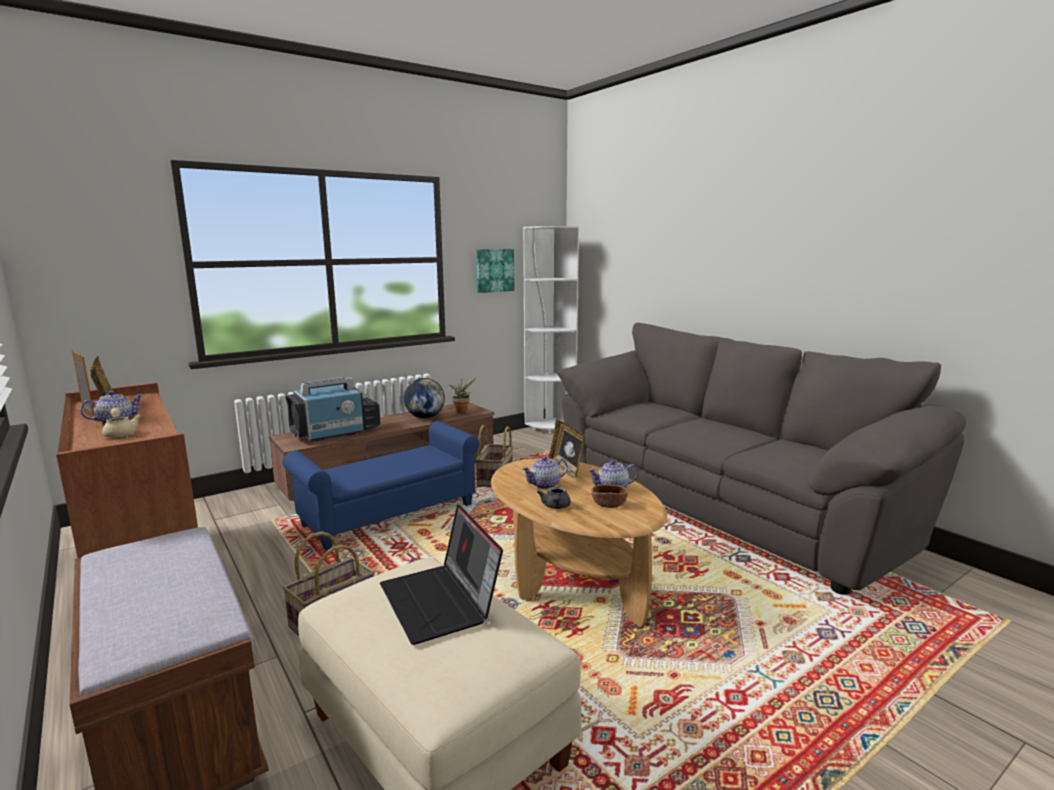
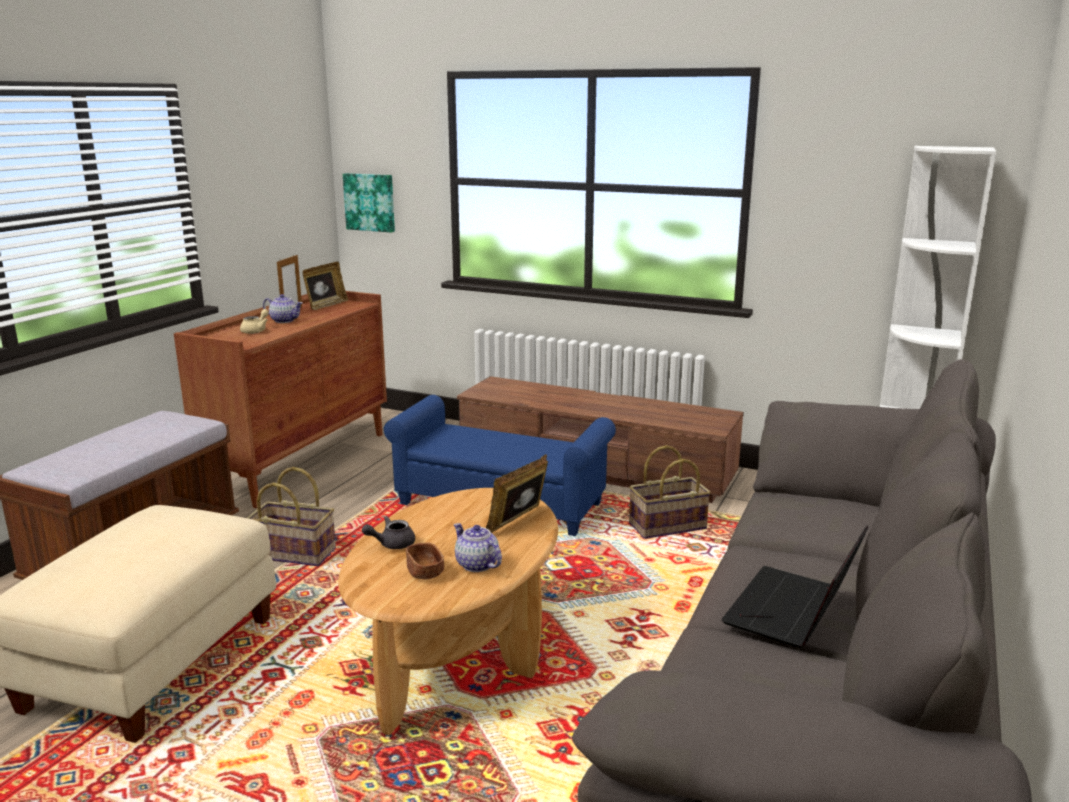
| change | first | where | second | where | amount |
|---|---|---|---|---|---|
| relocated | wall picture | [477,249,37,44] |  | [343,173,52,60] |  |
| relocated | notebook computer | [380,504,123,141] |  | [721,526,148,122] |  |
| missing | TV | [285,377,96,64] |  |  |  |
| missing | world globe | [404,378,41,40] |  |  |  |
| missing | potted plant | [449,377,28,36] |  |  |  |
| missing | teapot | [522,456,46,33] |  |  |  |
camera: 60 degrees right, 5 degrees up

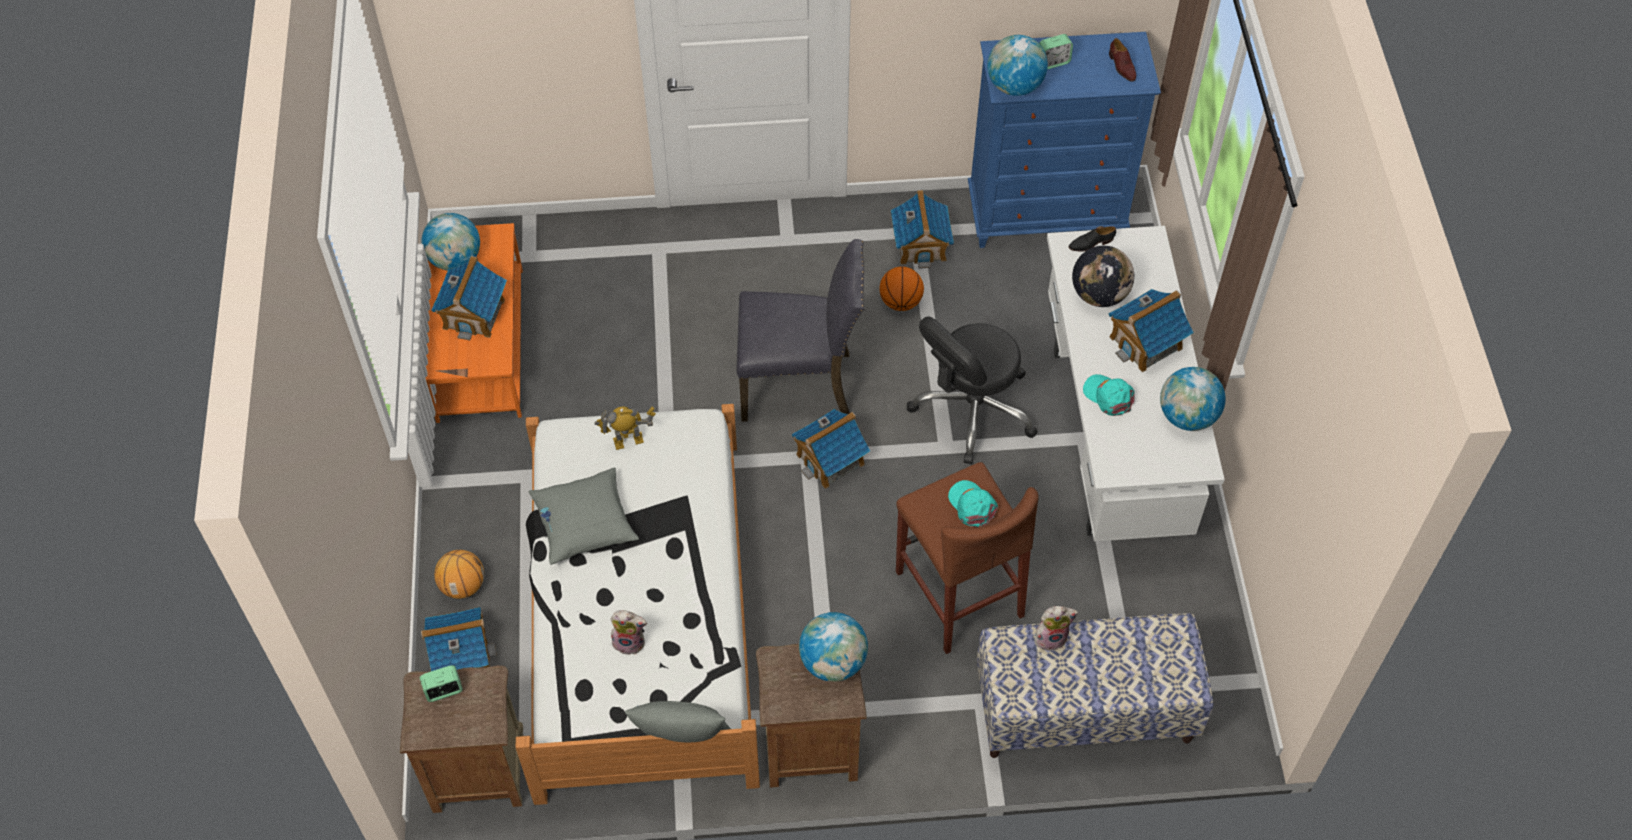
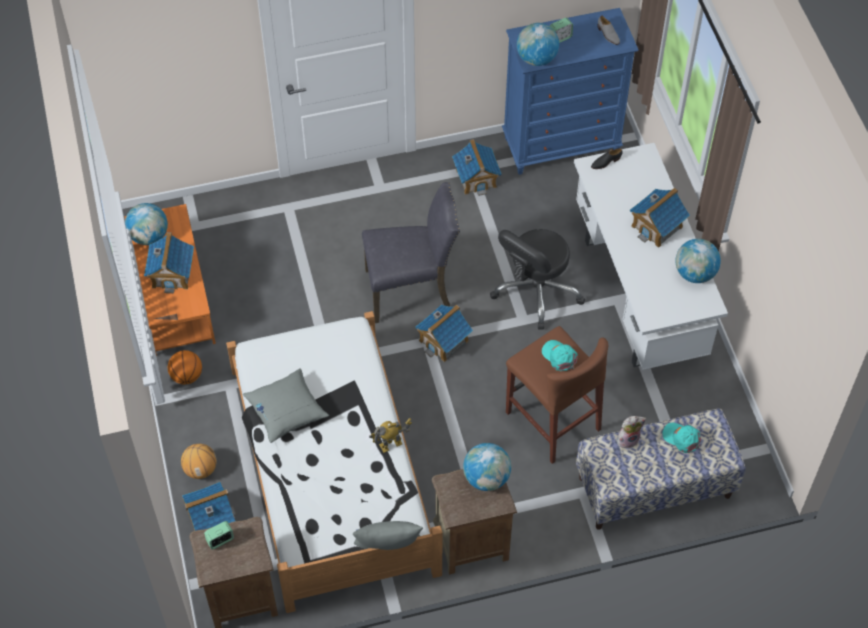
| change | first | where | second | where | amount |
|---|---|---|---|---|---|
| relocated | ball for basketball | [879,267,45,44] |  | [168,350,34,34] |  |
| relocated | toy robot | [595,406,61,44] |  | [369,418,43,35] |  |
| colour | brown-coloured item of footwear | [1109,38,27,44] | gray item of footwear | [597,16,23,29] |  |
| relocated | blue-green peaked cap | [1083,374,52,42] |  | [662,423,39,30] |  |
| missing | soft toy | [610,610,37,45] |  |  |  |
| missing | world globe | [1072,246,62,61] |  |  |  |
camera: 10 degrees left, 0 degrees up

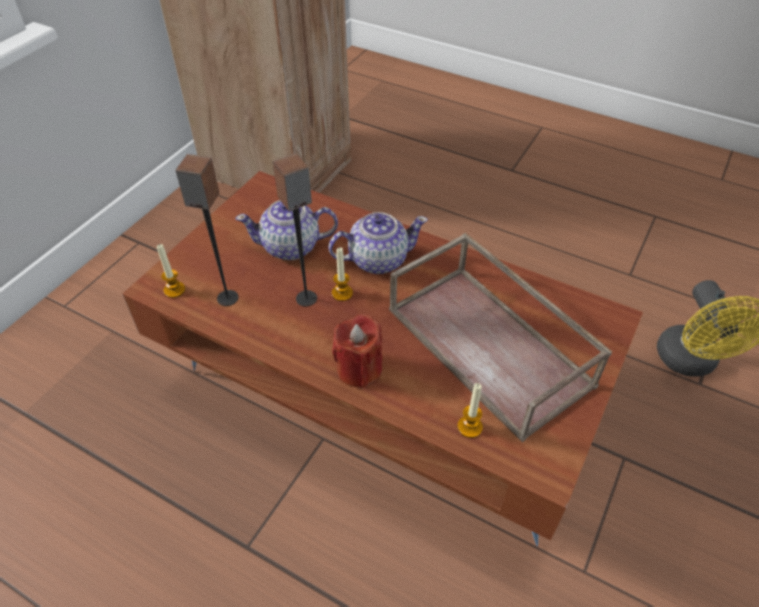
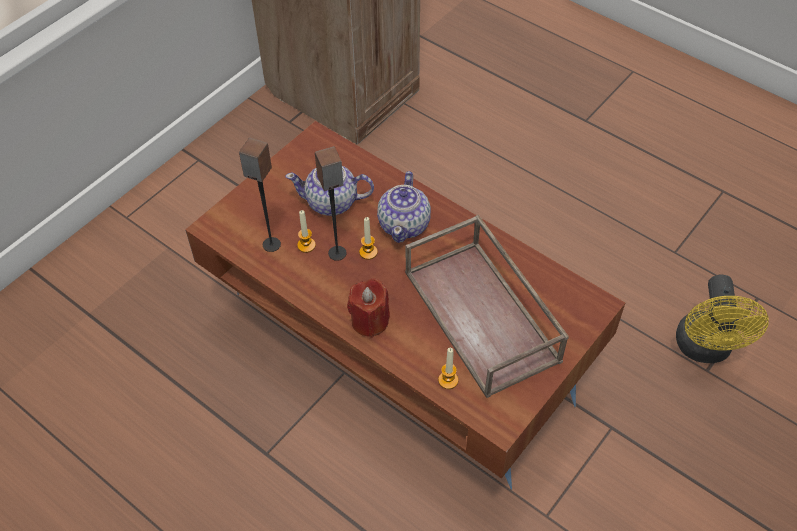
| change | first | where | second | where | amount |
|---|---|---|---|---|---|
| relocated | wax candle | [157,244,28,54] |  | [297,210,19,43] |  |
| spun | teapot | [328,212,100,62] |  | [377,171,54,72] | 105 degrees clockwise |
camera: 10 degrees right, 5 degrees up

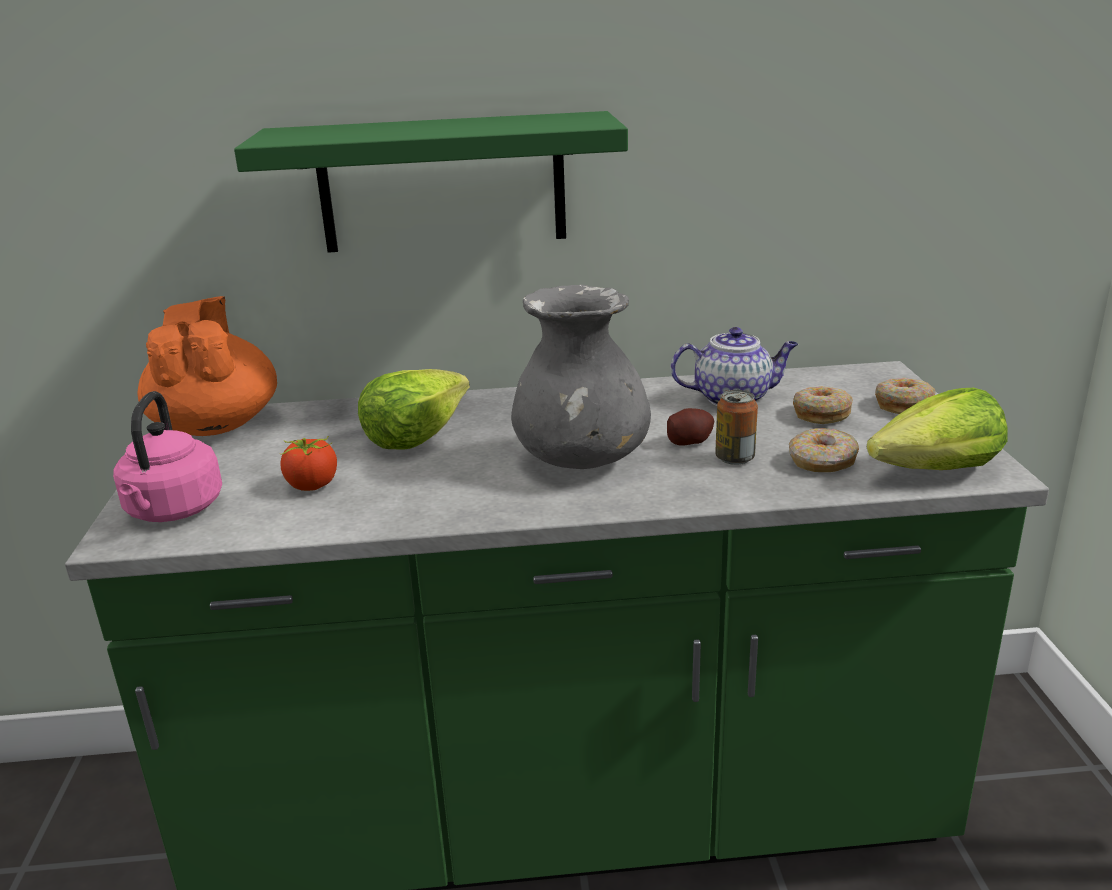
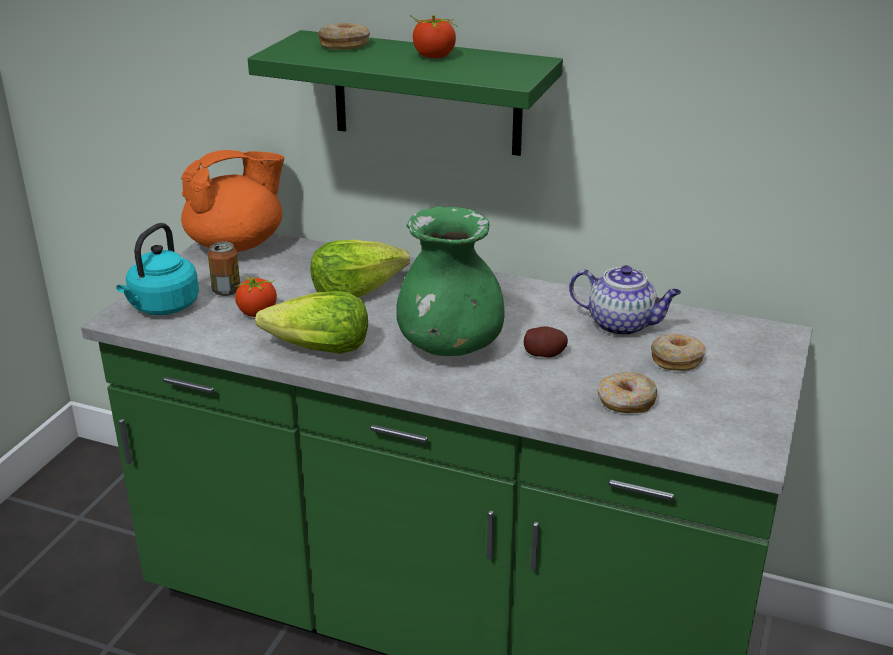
| change | first | where | second | where | amount |
|---|---|---|---|---|---|
| colour | pink-coloured water kettle | [113,391,109,131] | blue-green water kettle | [116,223,83,92] |  |
| spun | orangey teapot | [137,296,140,140] |  | [181,150,103,102] | 45 degrees clockwise |
| relocated | can | [715,390,43,75] |  | [208,241,32,55] |  |
| relocated | lettuce | [867,388,140,82] |  | [255,291,113,63] |  |
| relocated | donut | [875,378,61,36] |  | [318,22,52,28] |  |
| colour | gray decorative vase | [511,285,140,184] | green-coloured decorative vase | [396,206,108,150] |  |
| appeared |  |  | whole tomato | [410,15,47,43] |  |
camera: 25 degrees right, 5 degrees up

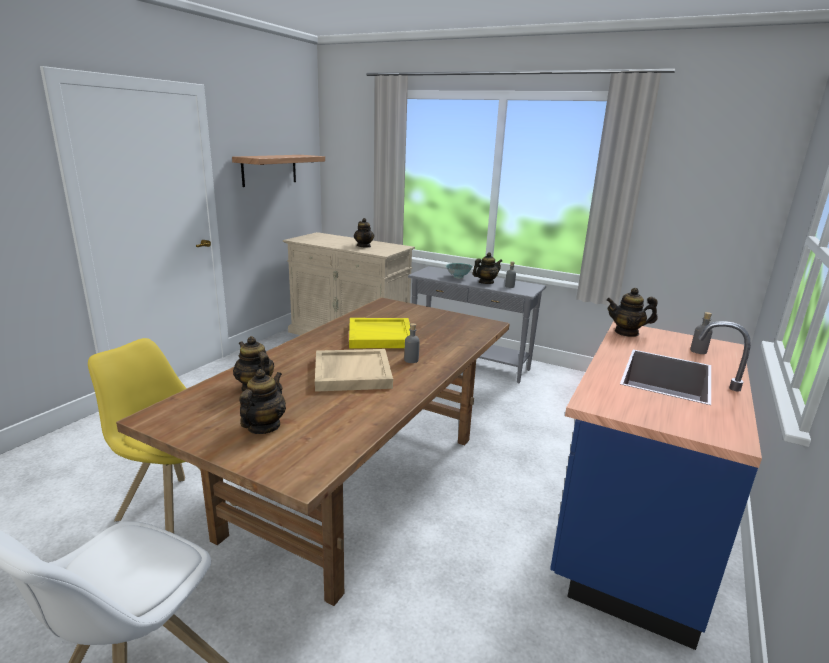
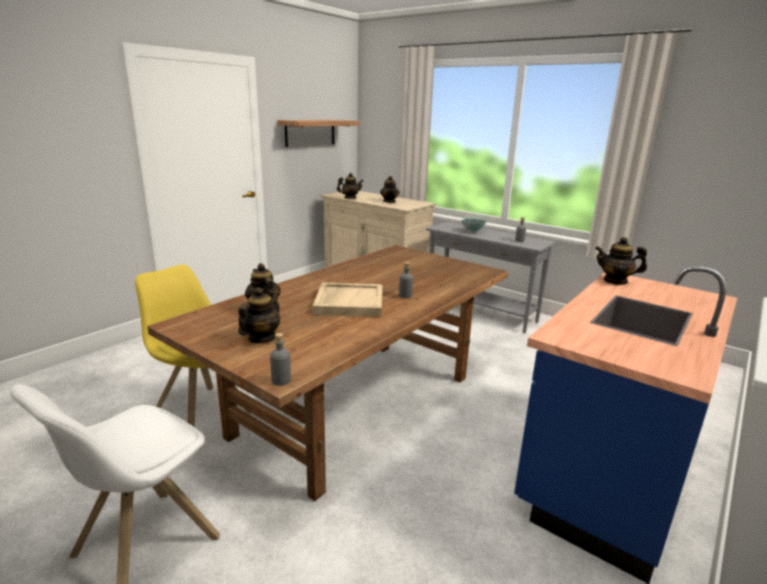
| change | first | where | second | where | amount |
|---|---|---|---|---|---|
| relocated | gray drink bottle | [690,312,23,42] |  | [270,333,21,53] |  |
| relocated | teapot | [472,252,30,32] |  | [337,173,26,26] |  |
| missing | yellow-coloured serving tray | [349,318,61,30] |  |  |  |
camera: 10 degrees right, 0 degrees up

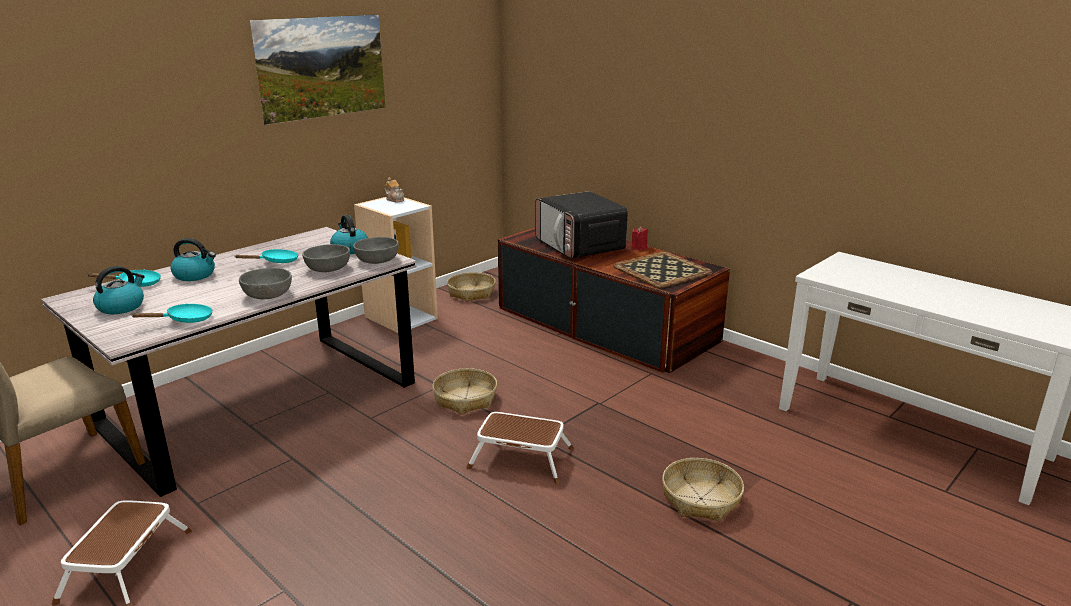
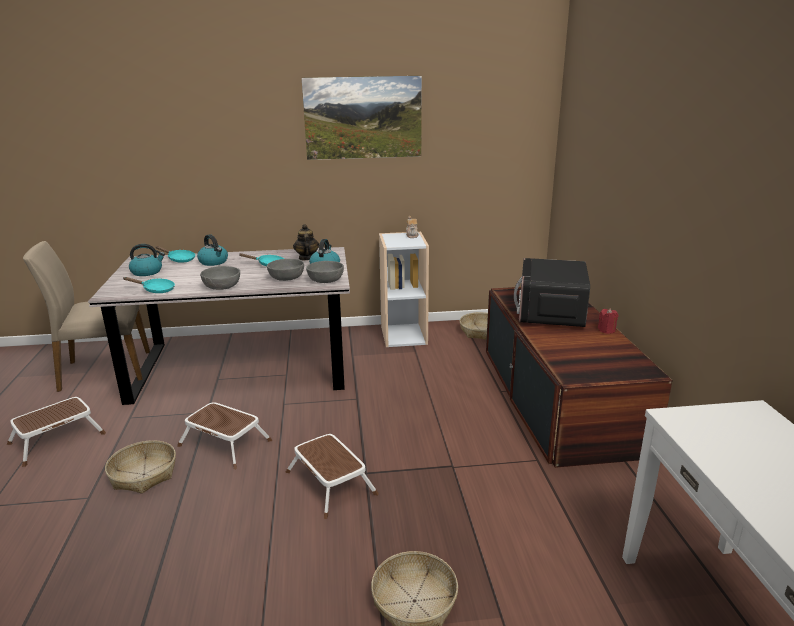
| change | first | where | second | where | amount |
|---|---|---|---|---|---|
| relocated | storage basket | [432,368,65,47] |  | [105,440,71,54] |  |
| appeared |  |  | brown-coloured step stool | [177,402,95,67] |  |
| appeared |  |  | teapot | [293,224,26,36] |  |
| missing | serving tray | [613,252,100,36] |  |  |  |
camera: 40 degrees right, 0 degrees up

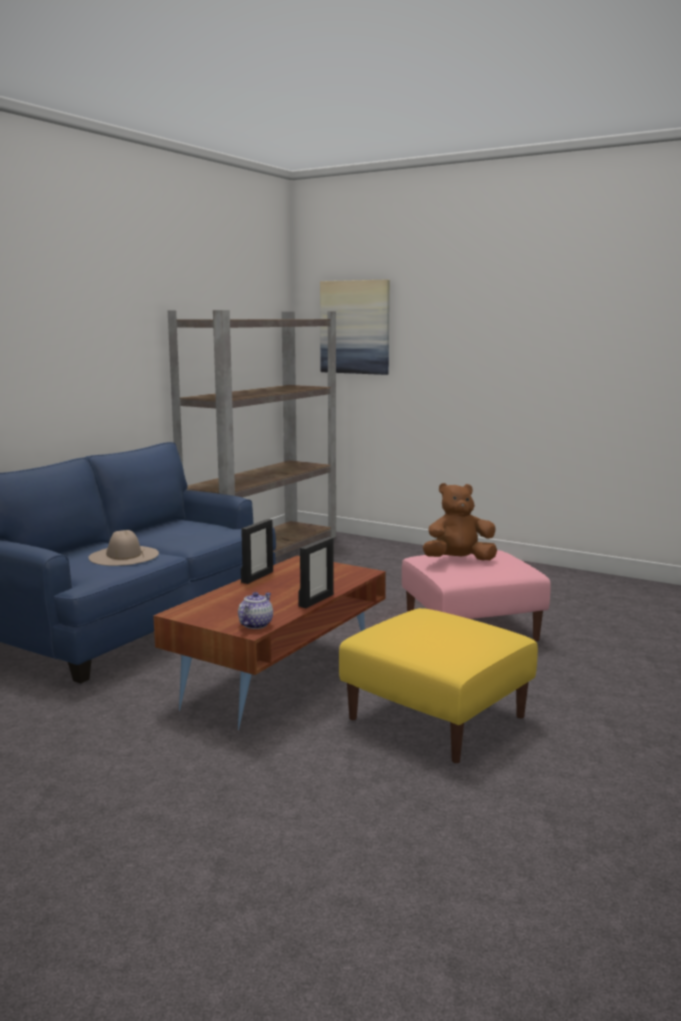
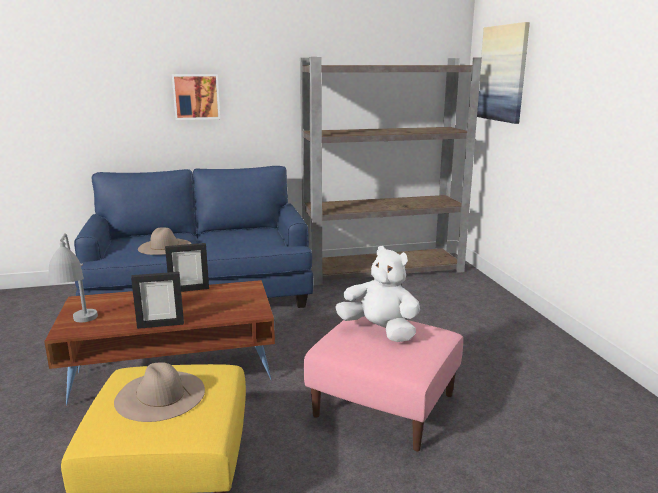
| change | first | where | second | where | amount |
|---|---|---|---|---|---|
| exchanged | teapot | [238,592,35,37] | gray tabletop lamp | [48,233,50,89] |  |
| appeared |  |  | beige-coloured hat | [114,363,91,59] |  |
| appeared |  |  | wall picture | [172,74,48,46] |  |
| colour | brown-coloured soft toy | [423,483,74,78] | whitish soft toy | [336,246,84,96] |  |
camera: 45 degrees right, 5 degrees up

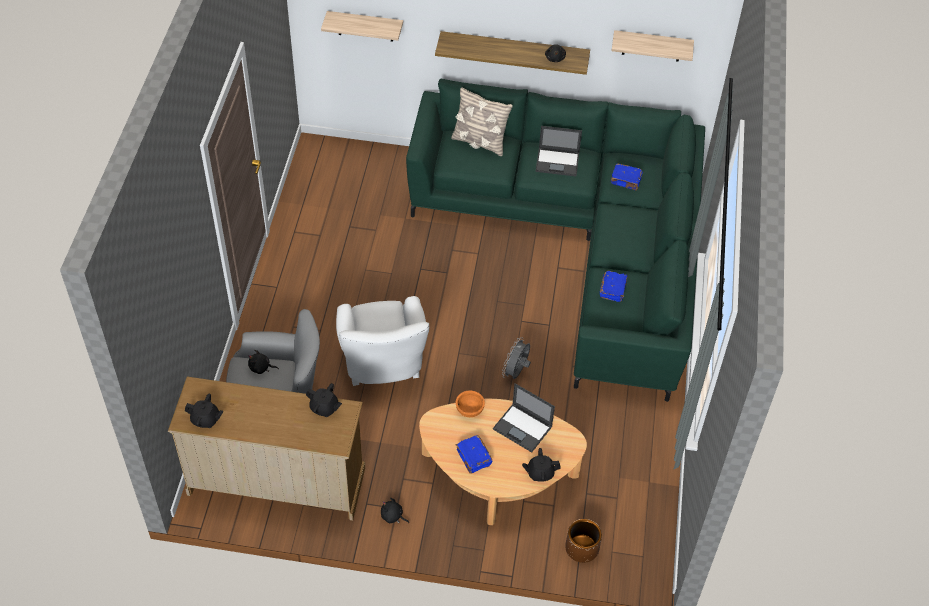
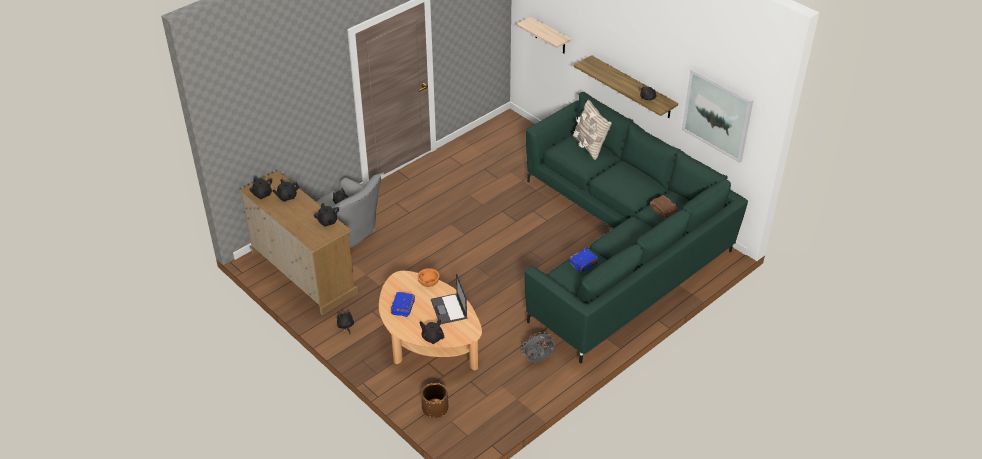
| change | first | where | second | where | amount |
|---|---|---|---|---|---|
| appeared |  |  | black teapot | [272,179,28,23] |  |
| relocated | gray cooling fan | [502,337,29,42] |  | [521,332,34,30] |  |
| colour | blue book | [611,163,32,28] | brown-coloured book | [650,195,27,24] |  |
| exchanged | wall shelf | [612,30,82,32] | wall picture | [682,69,71,94] |  |
| missing | whitish armchair | [336,296,93,90] |  |  |  |
| missing | notebook computer | [536,126,46,50] |  |  |  |
camera: 40 degrees right, 10 degrees down

